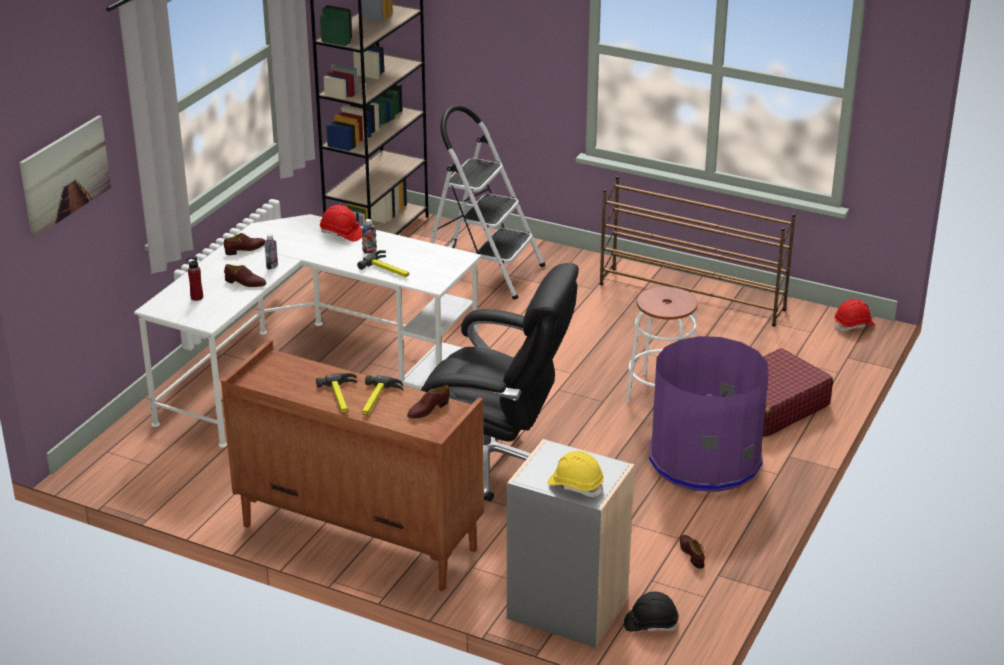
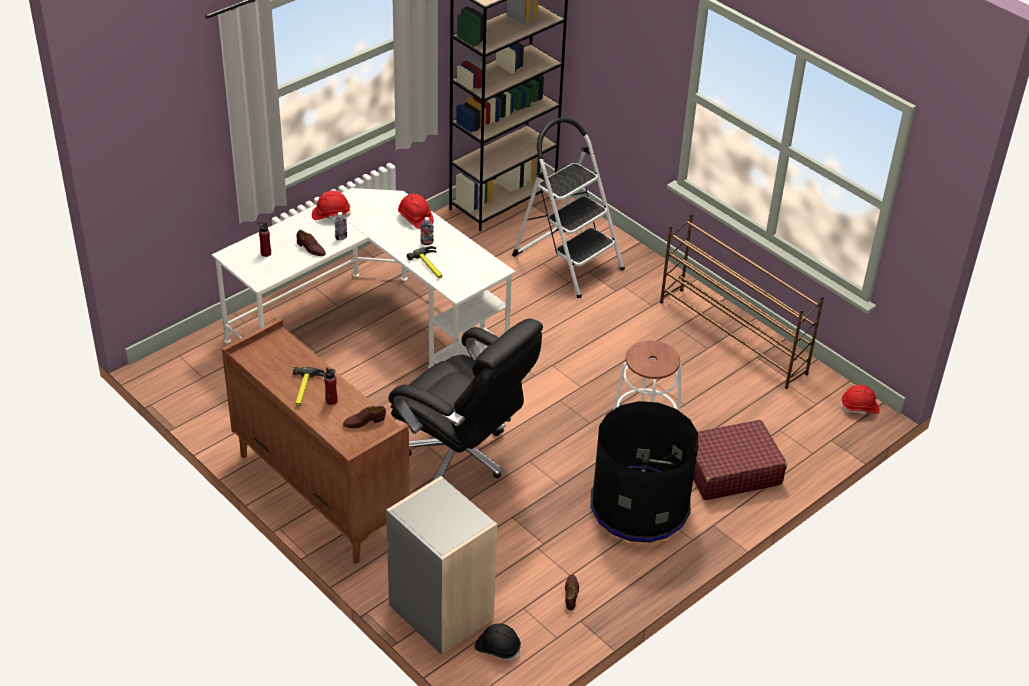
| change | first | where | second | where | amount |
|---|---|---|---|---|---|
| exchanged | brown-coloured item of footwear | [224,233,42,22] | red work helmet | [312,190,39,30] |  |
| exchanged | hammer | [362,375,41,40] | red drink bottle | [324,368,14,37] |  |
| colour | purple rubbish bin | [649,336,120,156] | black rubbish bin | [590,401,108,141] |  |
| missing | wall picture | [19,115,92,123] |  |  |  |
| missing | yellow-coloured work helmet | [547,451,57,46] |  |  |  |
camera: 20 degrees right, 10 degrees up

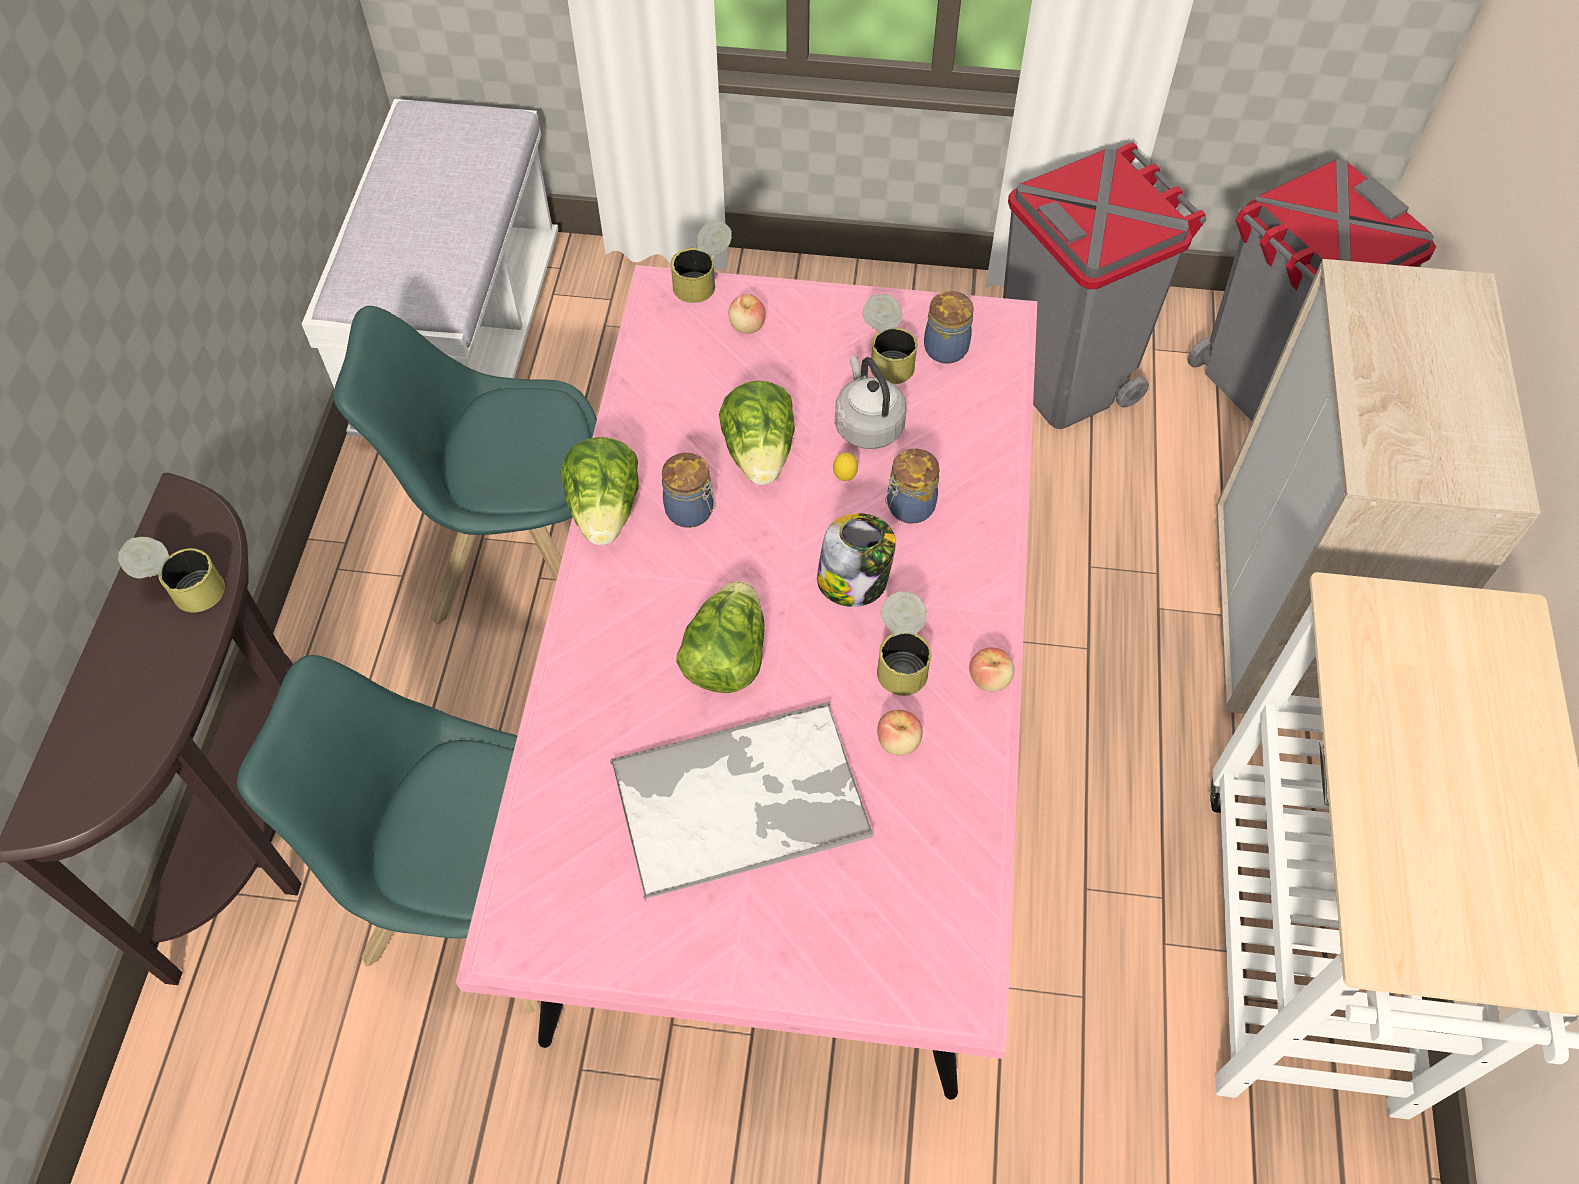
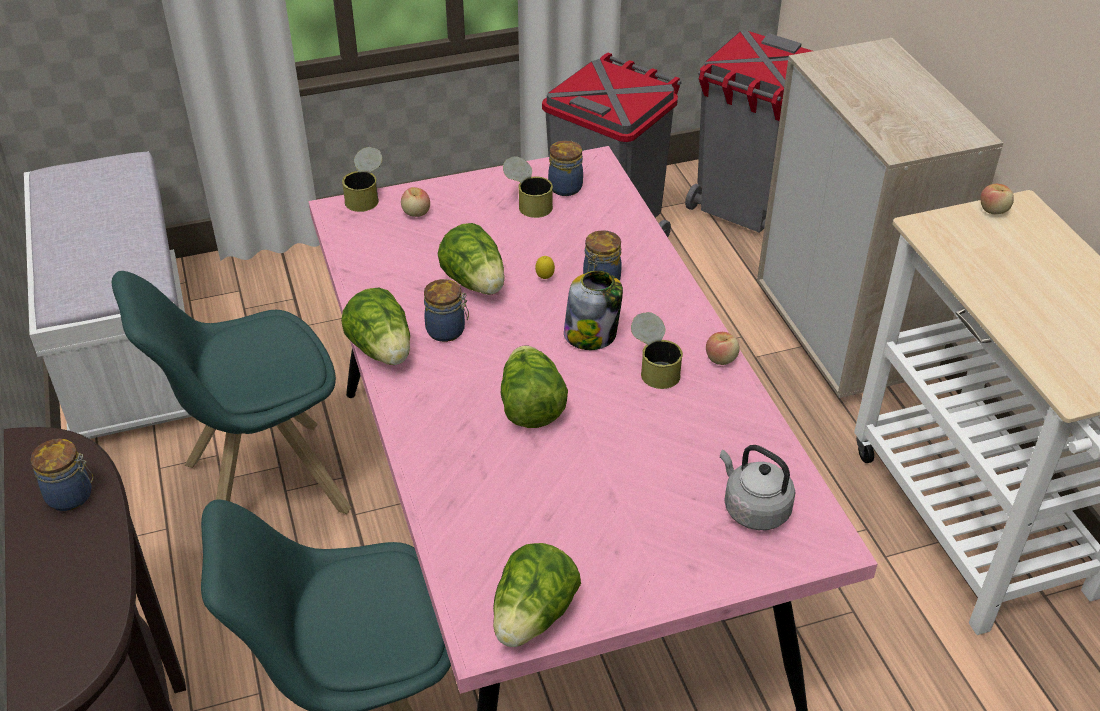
| change | first | where | second | where | amount |
|---|---|---|---|---|---|
| exchanged | can | [118,537,107,76] | jar | [30,439,64,72] |  |
| appeared |  |  | lettuce | [493,543,88,104] |  |
| relocated | gray water kettle | [835,355,72,94] |  | [720,445,75,85] |  |
| relocated | apple fruit | [877,710,45,46] |  | [980,184,34,30] |  |
| missing | serving tray | [610,701,264,200] |  |  |  |
camera: 25 degrees left, 15 degrees down

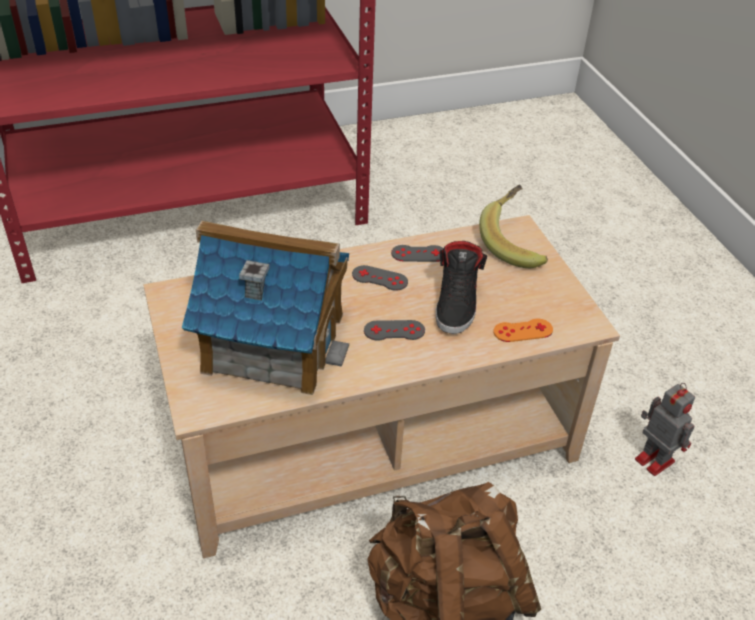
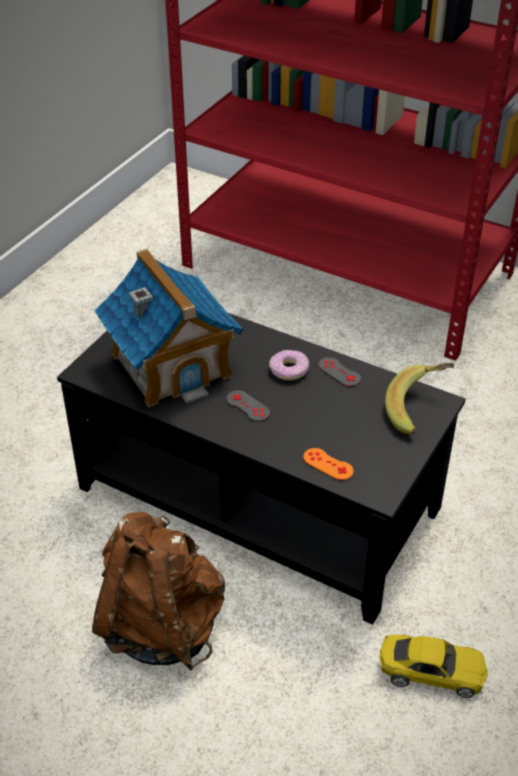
| change | first | where | second | where | amount |
|---|---|---|---|---|---|
| colour | beige-coloured lounge table | [143,215,477,343] | black lounge table | [57,312,409,313] |  |
| exchanged | gray game controller | [352,265,56,26] | donut | [269,350,40,30] |  |
| exchanged | toy robot | [635,383,60,93] | yellow-coloured model car | [380,634,108,64] |  |
| missing | black item of footwear | [435,241,52,93] |  |  |  |
camera: 50 degrees right, 0 degrees up

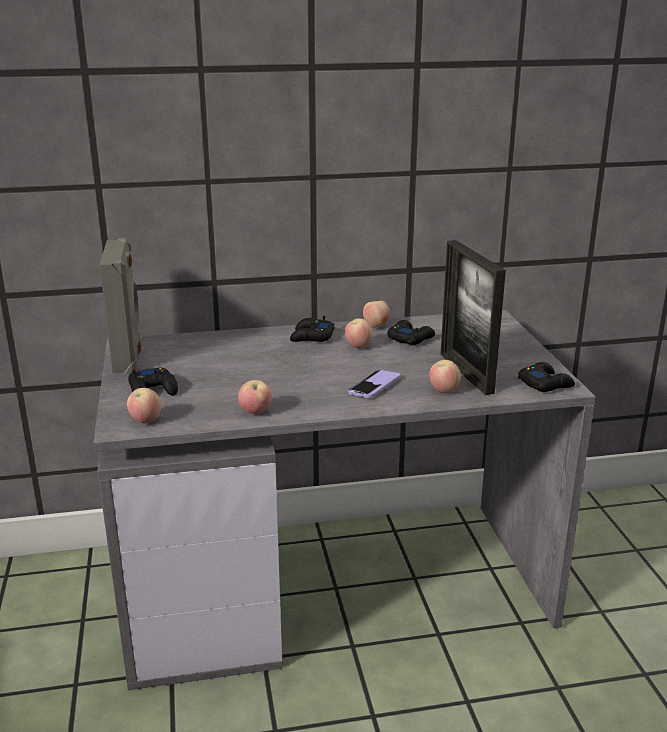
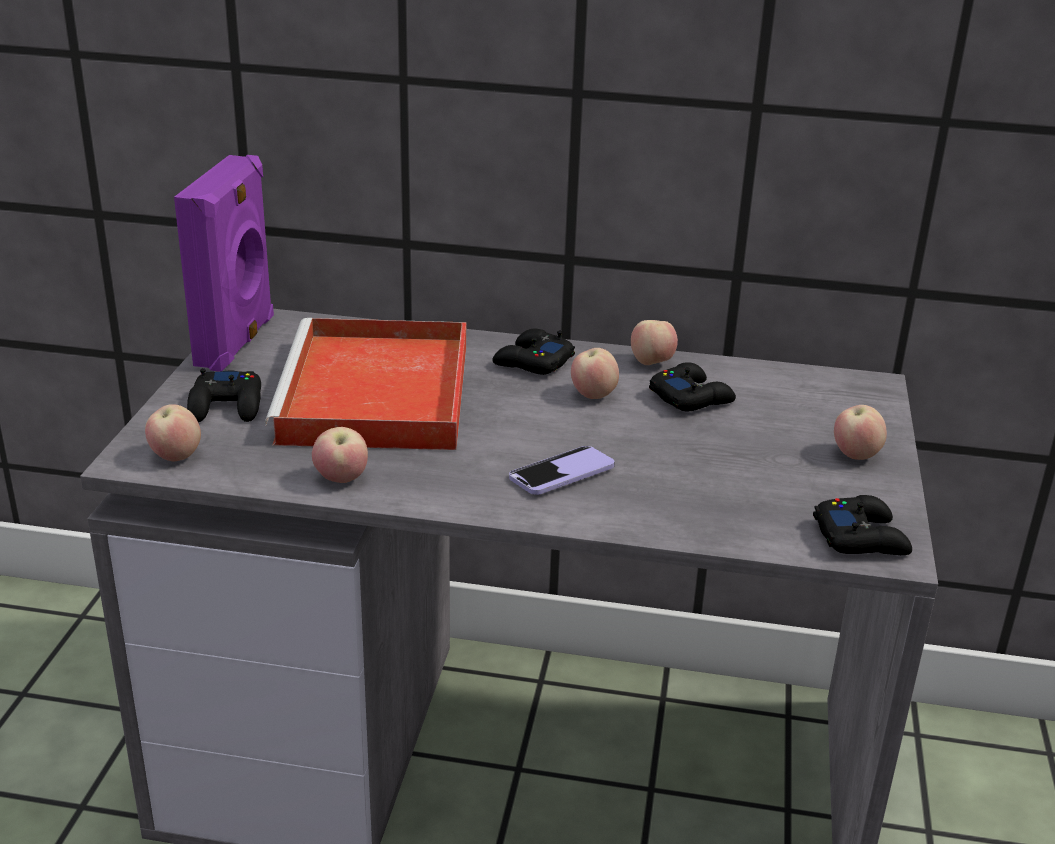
| change | first | where | second | where | amount |
|---|---|---|---|---|---|
| colour | gray speaker | [99,238,42,136] | purple speaker | [174,155,100,217] |  |
| appeared |  |  | red serving tray | [265,318,201,132] |  |
| relocated | apple fruit | [429,360,32,33] |  | [834,405,53,55] |  |
| missing | picture frame | [440,240,66,155] |  |  |  |
camera: 20 degrees right, 5 degrees up

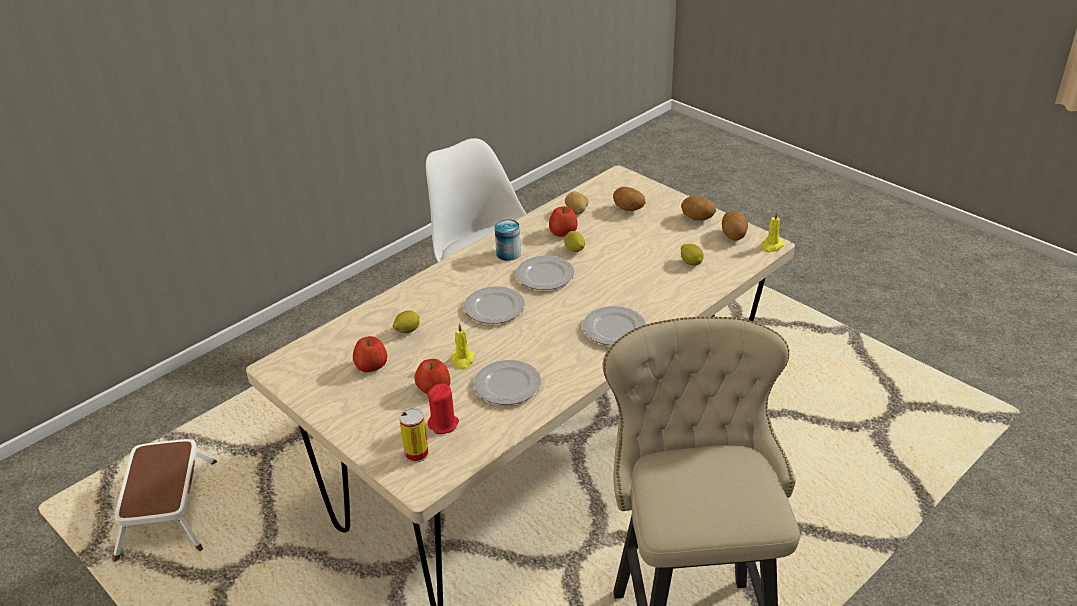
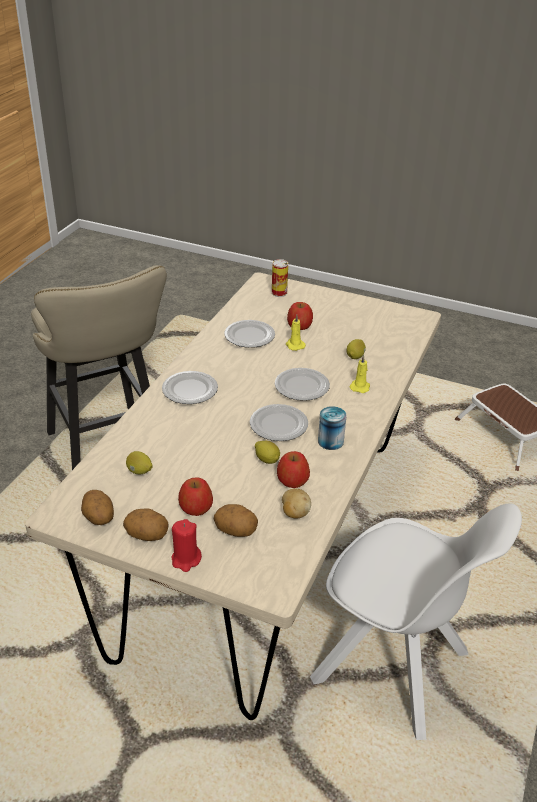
| change | first | where | second | where | amount |
|---|---|---|---|---|---|
| relocated | red wax candle | [427,383,32,51] |  | [171,519,31,53] |  |
| relocated | apple fruit | [353,336,34,36] |  | [178,477,35,39] |  |
| relocated | yellow-coloured wax candle | [761,211,23,41] |  | [349,355,21,38] |  |
camera: 155 degrees right, 0 degrees up

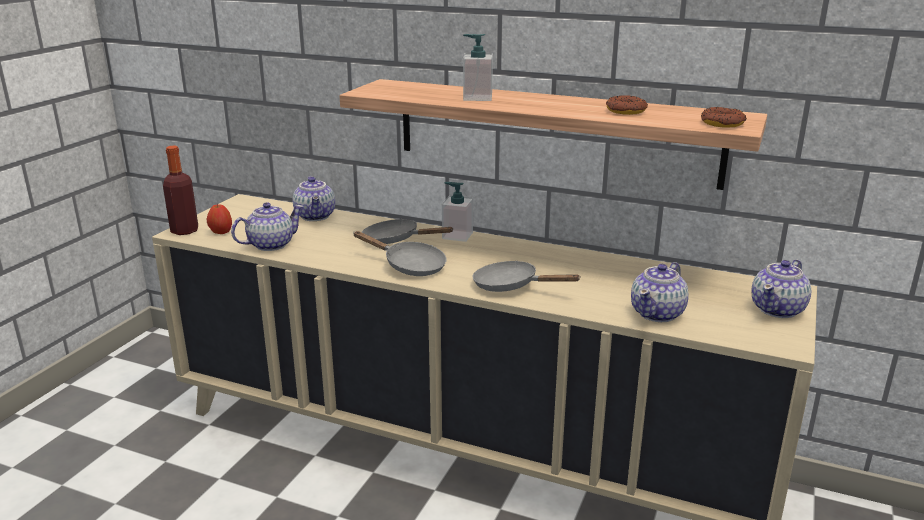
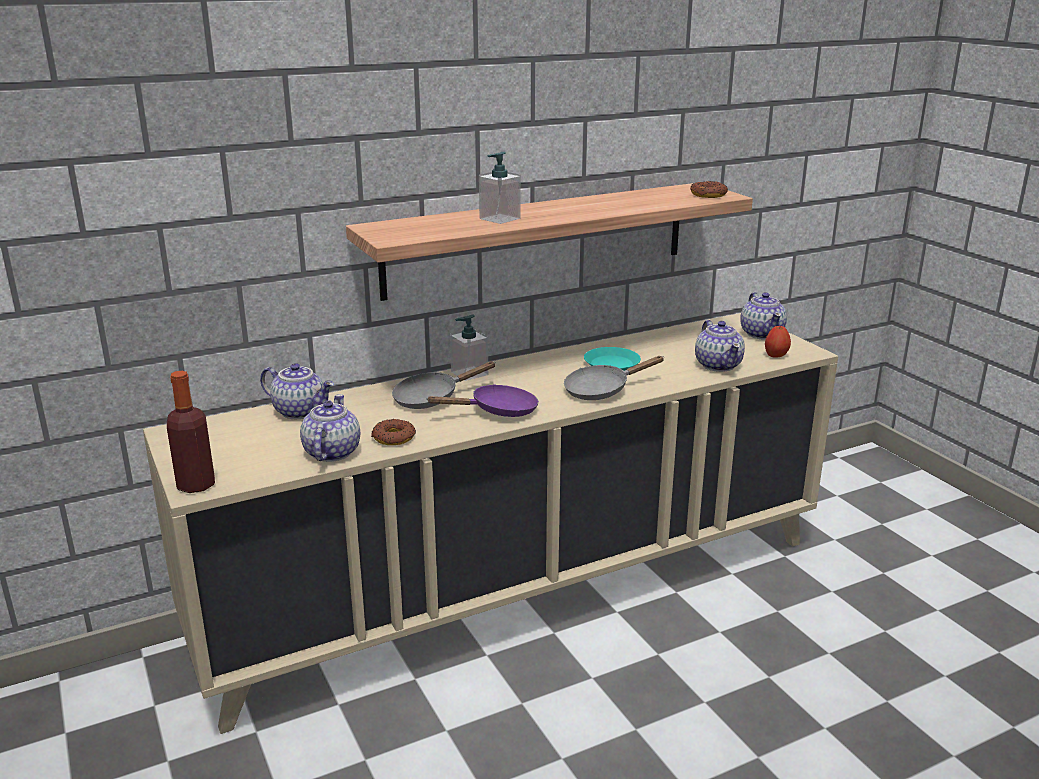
| change | first | where | second | where | amount |
|---|---|---|---|---|---|
| relocated | donut | [606,95,42,20] |  | [371,419,45,26] |  |
| colour | gray skillet | [354,231,93,45] | purple skillet | [426,384,113,33] |  |
| appeared |  |  | blue-green dinner plate | [584,347,57,24] |  |
| relocated | apple fruit | [207,204,25,30] |  | [765,326,26,31] |  |
camera: 50 degrees left, 0 degrees up

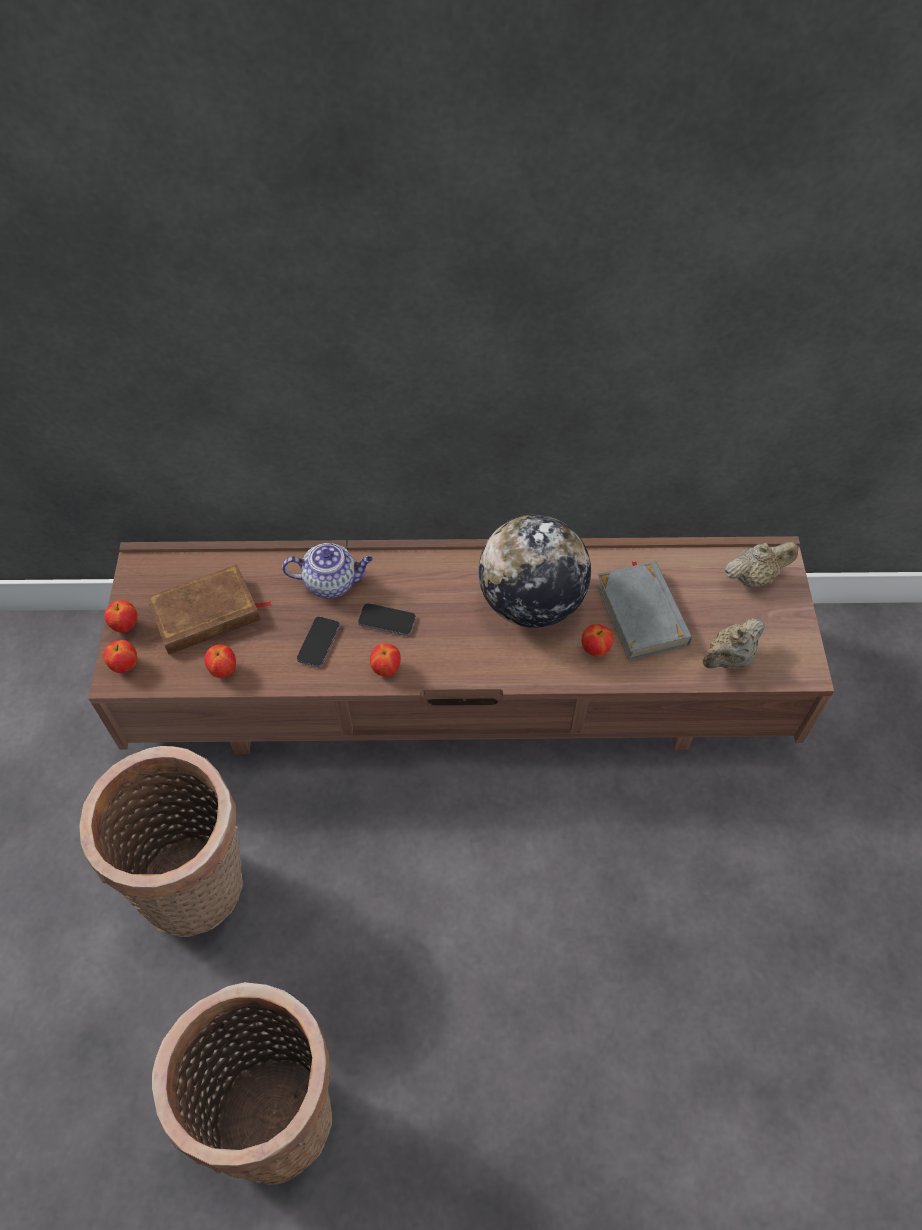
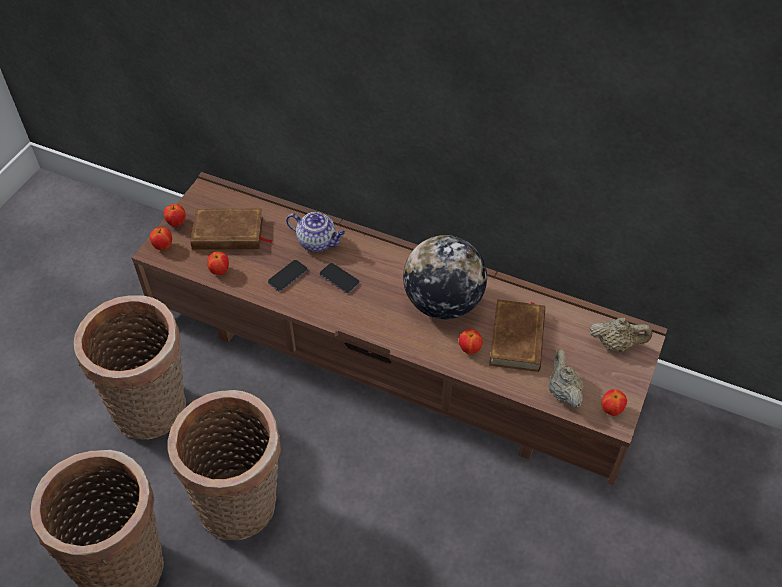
| change | first | where | second | where | amount |
|---|---|---|---|---|---|
| appeared |  |  | storage basket | [167,390,114,150] |  |
| colour | gray book | [596,561,96,99] | brown-coloured book | [489,299,56,73] |  |
| spun | beige-coloured teapot | [703,618,62,51] |  | [549,349,35,59] | 90 degrees clockwise |
| relocated | apple fruit | [370,643,31,34] |  | [601,389,26,27] |  |
camera: 25 degrees right, 5 degrees down

